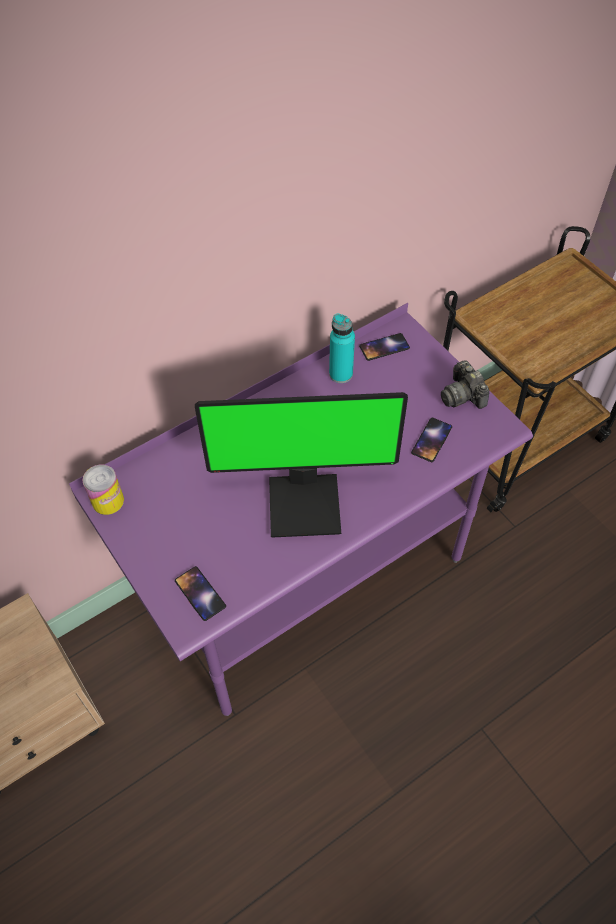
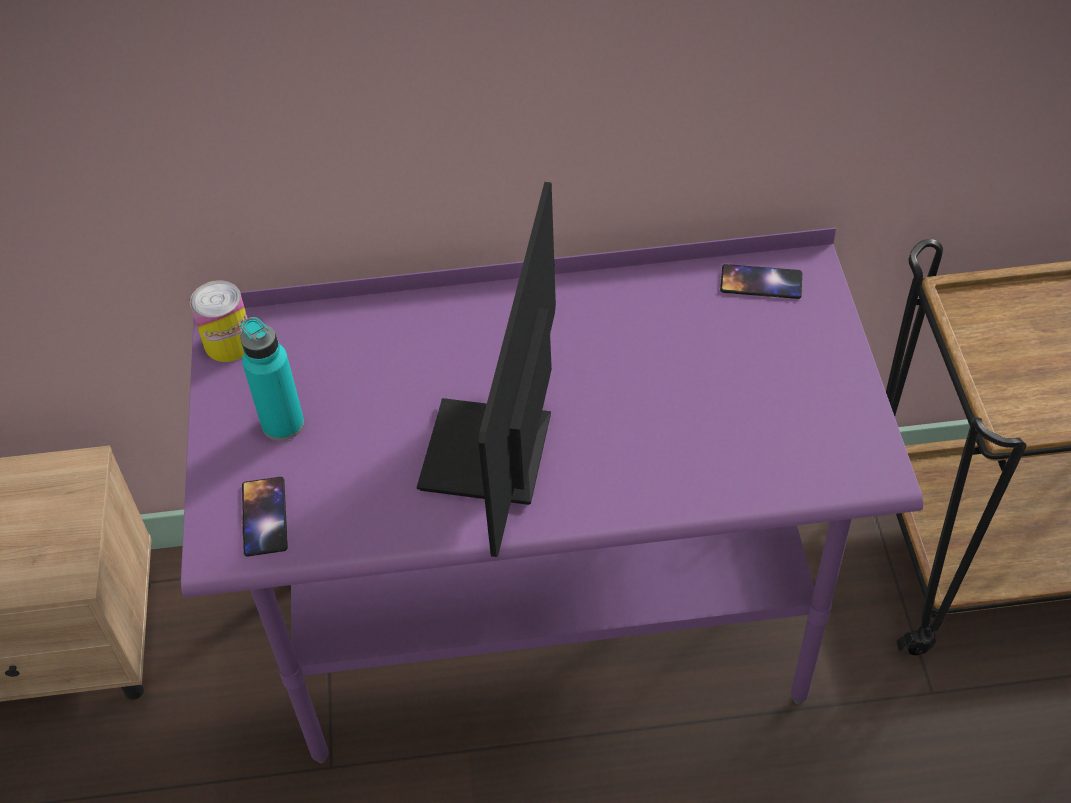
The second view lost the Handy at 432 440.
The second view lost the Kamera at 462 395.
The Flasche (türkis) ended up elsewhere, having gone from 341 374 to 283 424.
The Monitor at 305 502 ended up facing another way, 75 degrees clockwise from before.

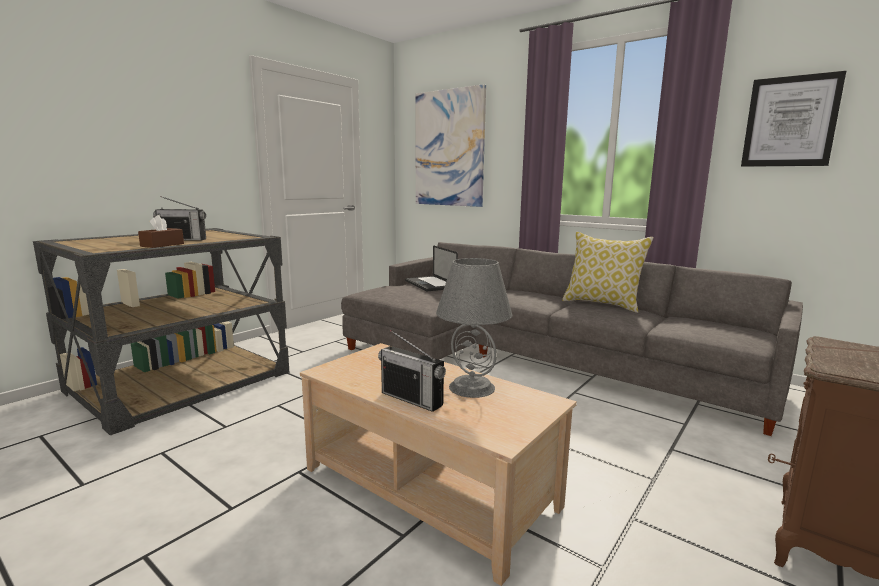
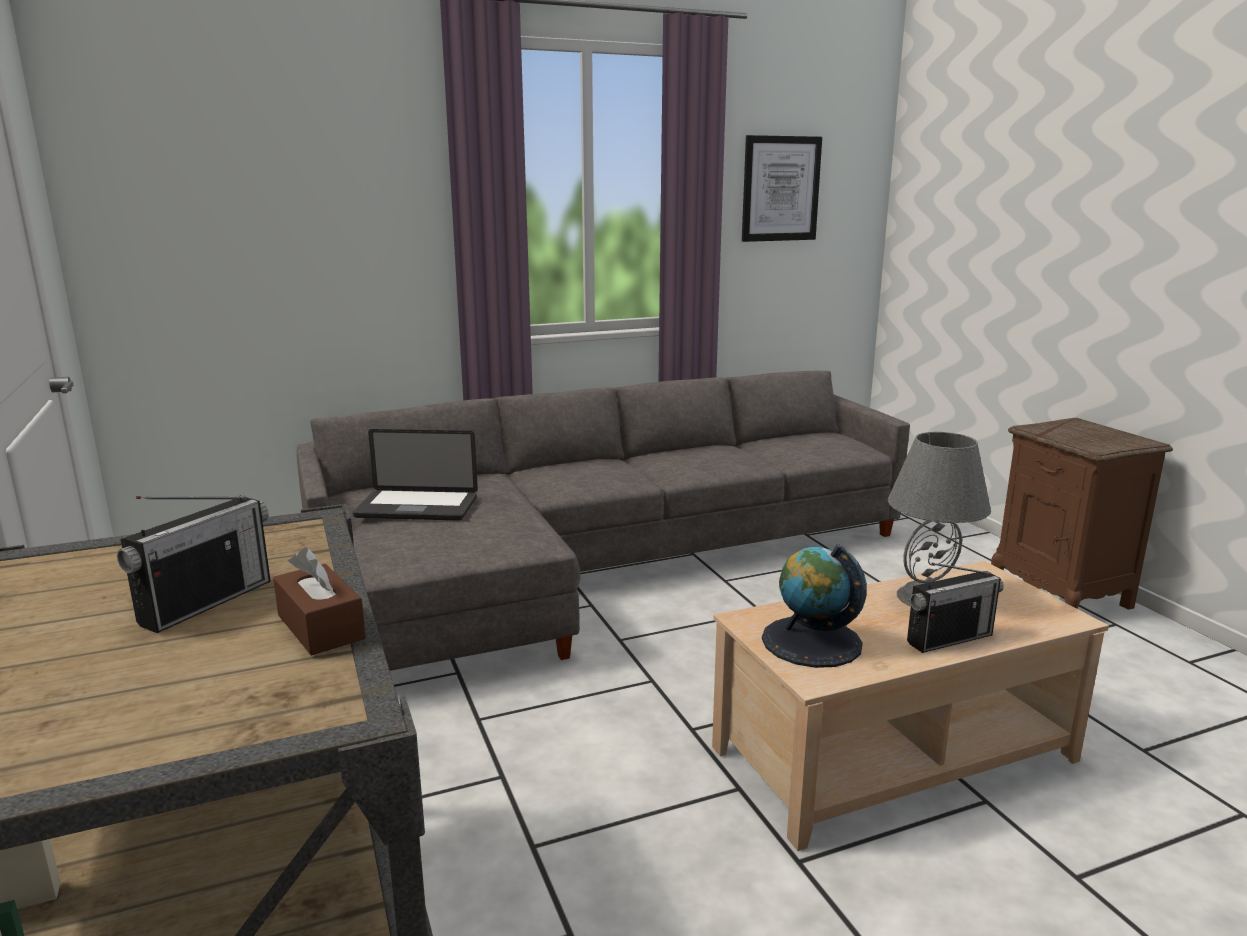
The second view lost the Bild at 449 148.
The second view lost the Kissen at 602 304.
The second view gained the Globus at 811 642.

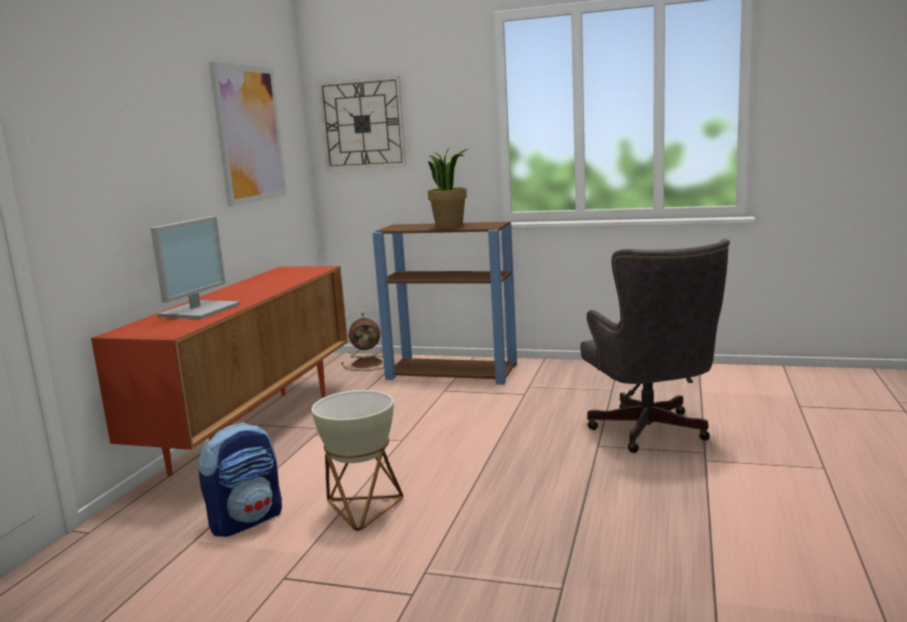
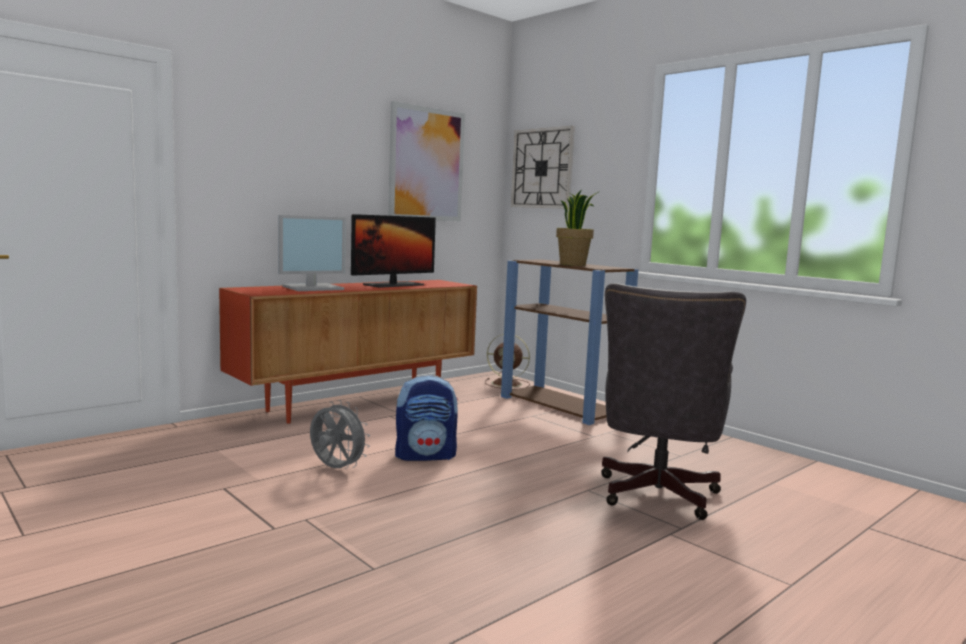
The second view gained the Monitor at 394 285.
The Rucksack ended up elsewhere, having gone from 247 520 to 426 456.
Where the Pflanzkübel stood at 362 510, the Ventilator (grau) came to stand at 336 469.

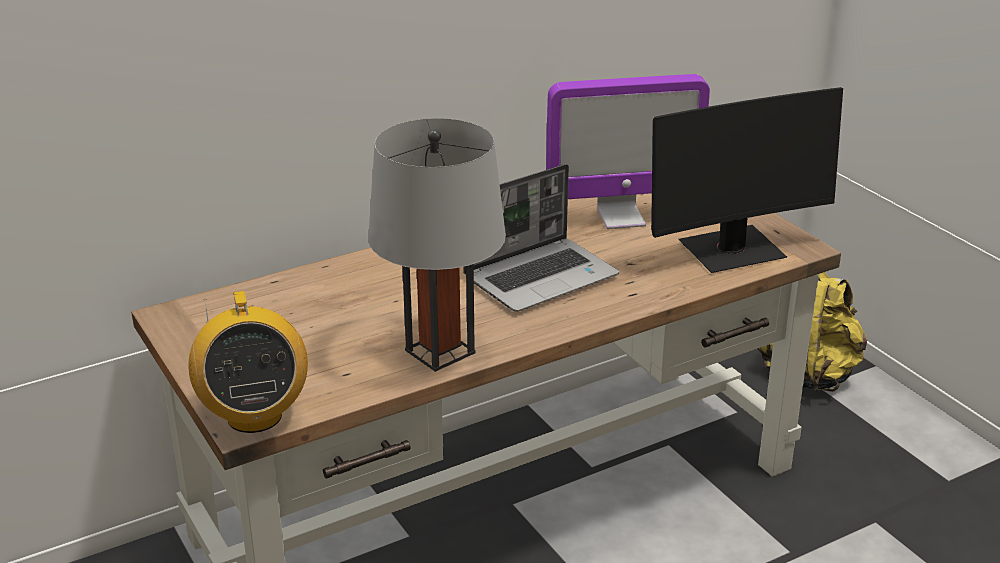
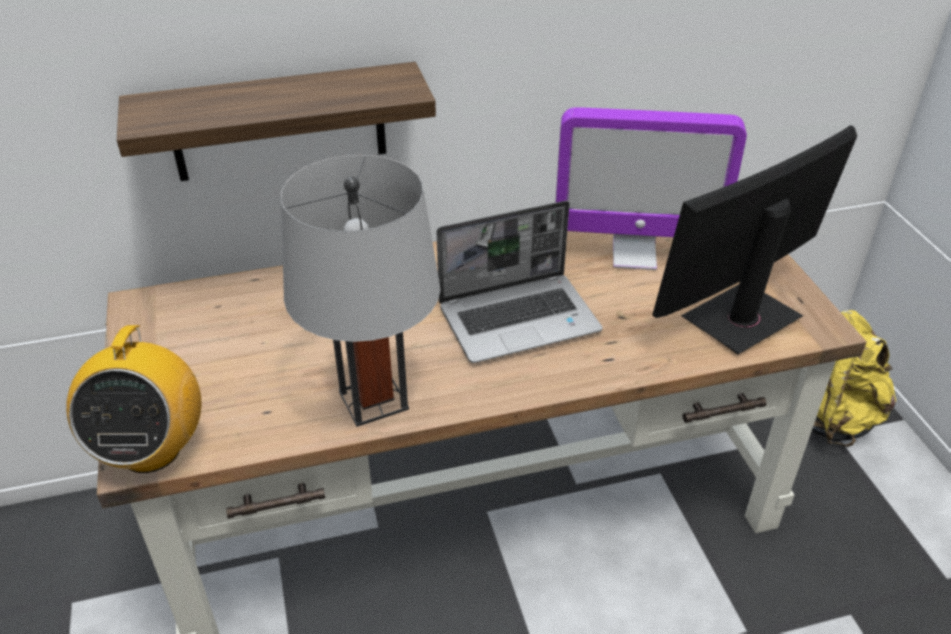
The second view gained the Wandregal at 278 123.
The Monitor at 732 251 ended up facing another way, 150 degrees clockwise from before.

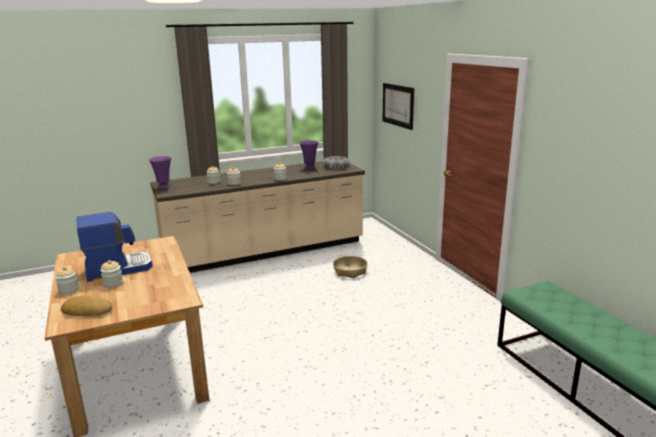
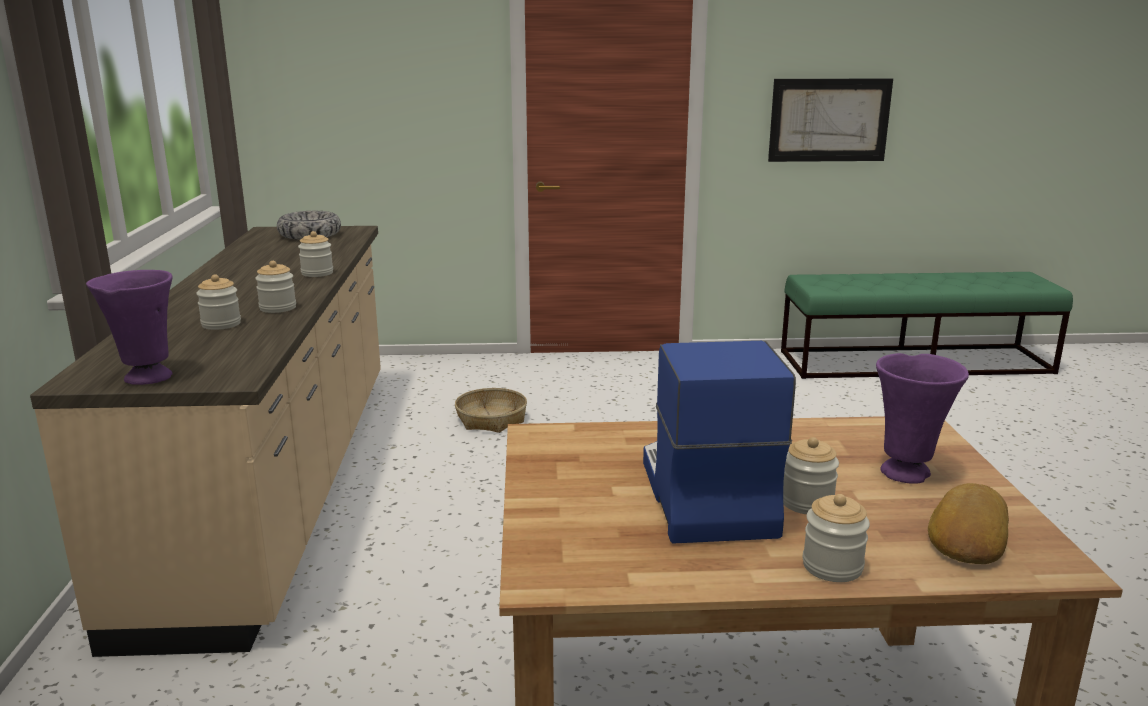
The Vase (lila) ended up elsewhere, having gone from 310 168 to 907 473.
The Bild ended up elsewhere, having gone from 397 105 to 829 120.

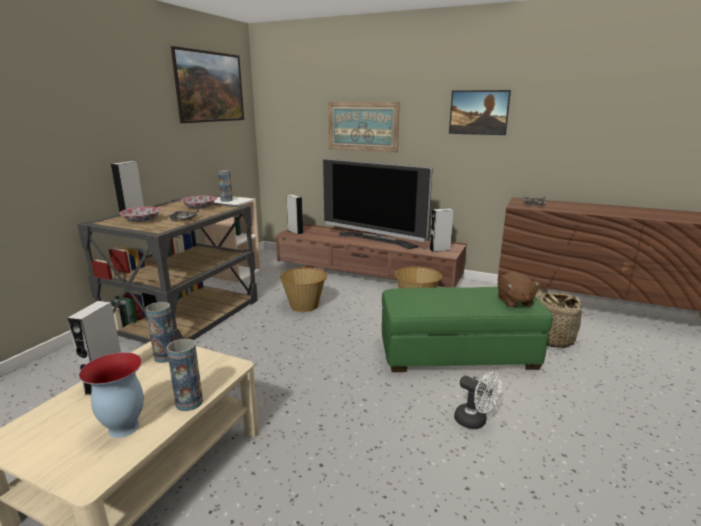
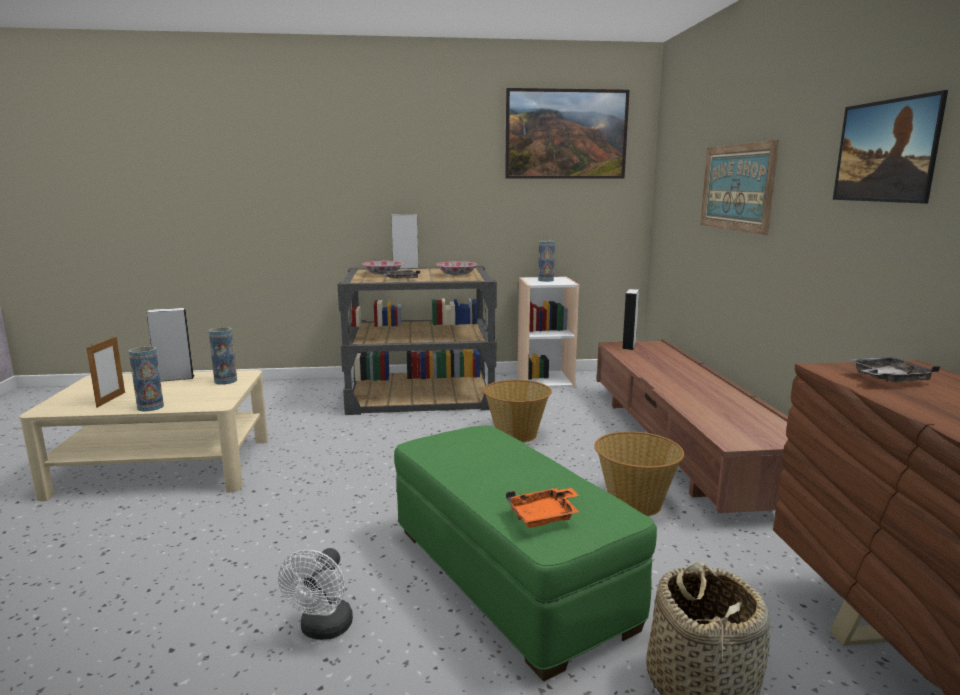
The second view lost the Fernseher at 376 240.
The second view lost the Lautsprecher (grau) at 439 249.
Where the Vase stood at 122 428, the Bilderrahmen came to stand at 111 399.
Where the Plüschtier (braun) stood at 514 302, the Tablett (orange) came to stand at 544 516.

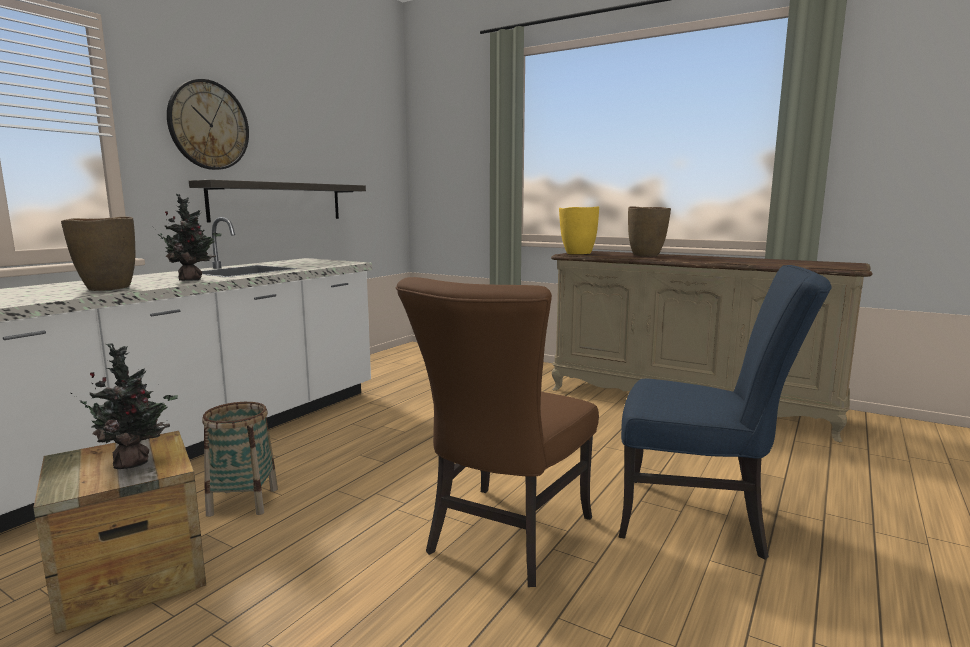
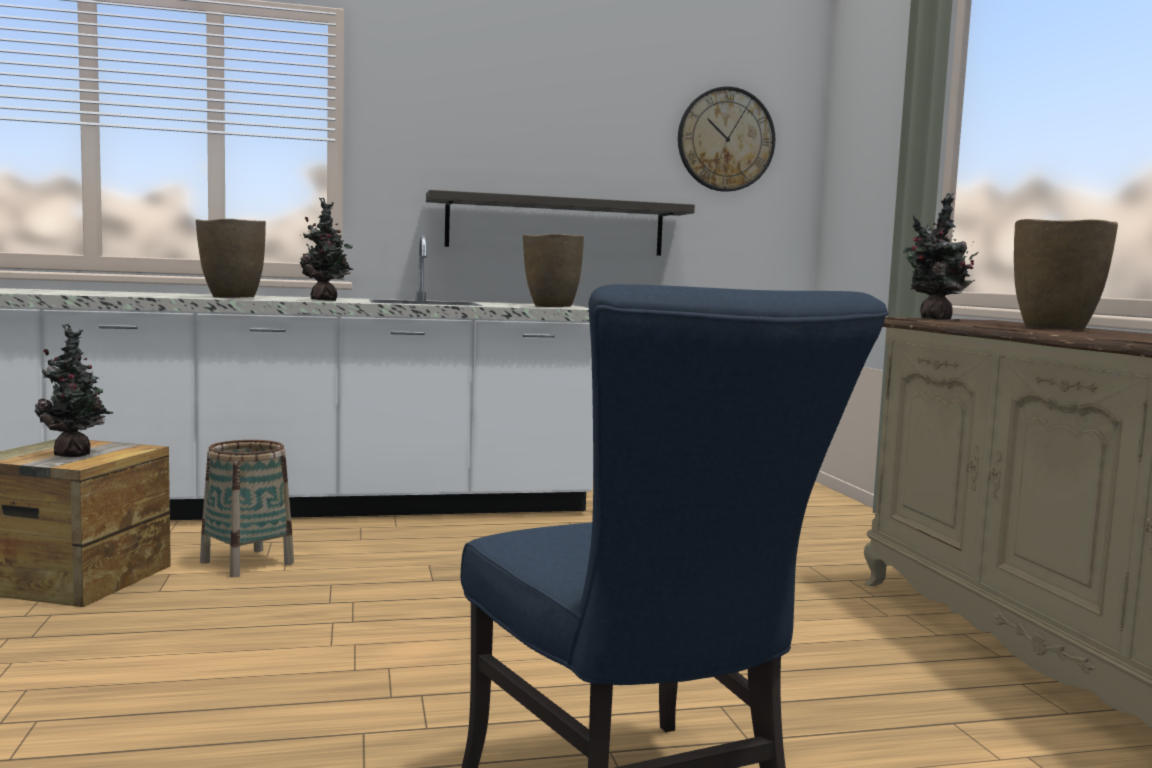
The second view lost the Stuhl (braun) at 504 538.
The second view gained the Vase (braun) at 551 306.
The Wanduhr ended up elsewhere, having gone from 208 125 to 725 139.
Where the Vase (gelb) stood at 577 253, the Topfpflanze came to stand at 934 319.

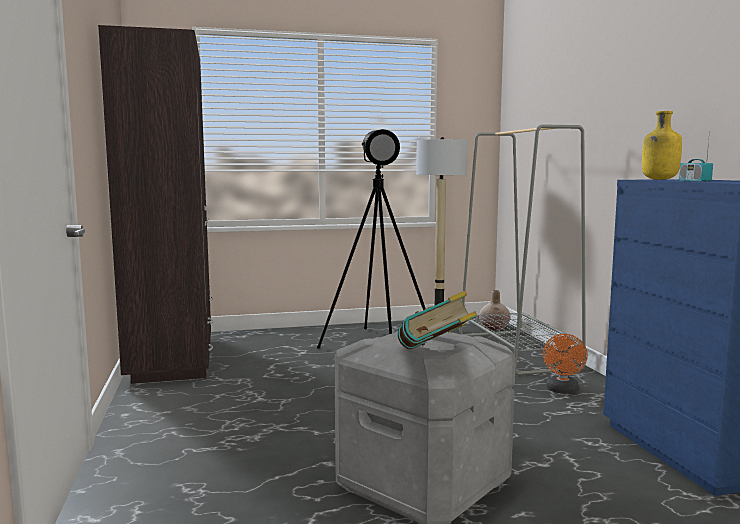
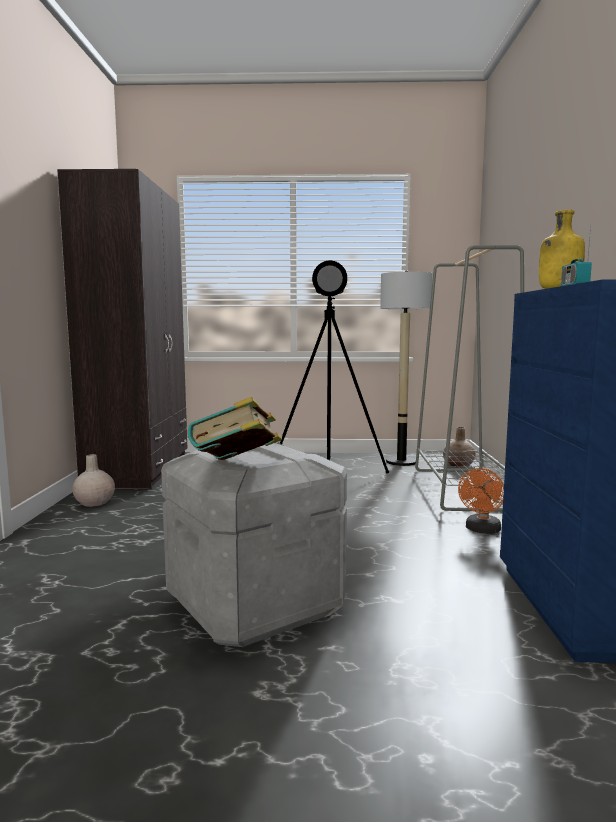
The second view gained the Vase (beige) at 94 503.

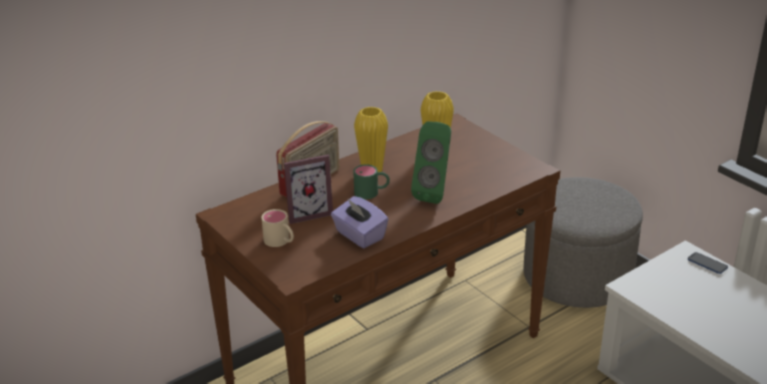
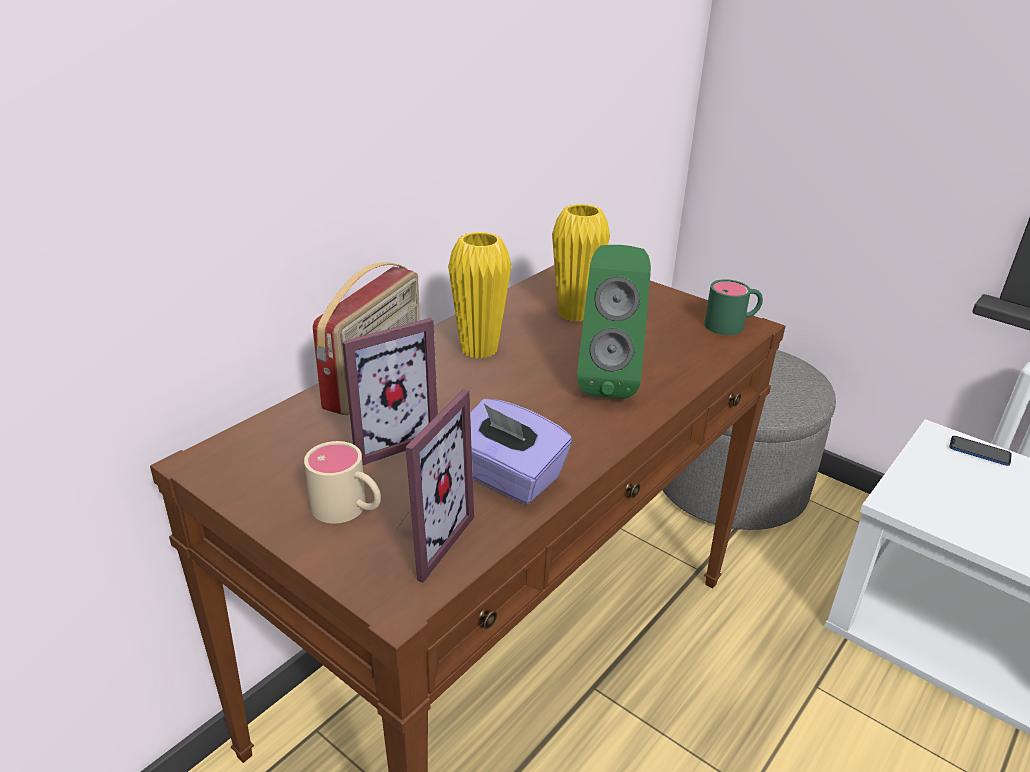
The second view gained the Bilderrahmen at 423 539.
The Henkelbecher (grün) ended up elsewhere, having gone from 372 192 to 732 325.

